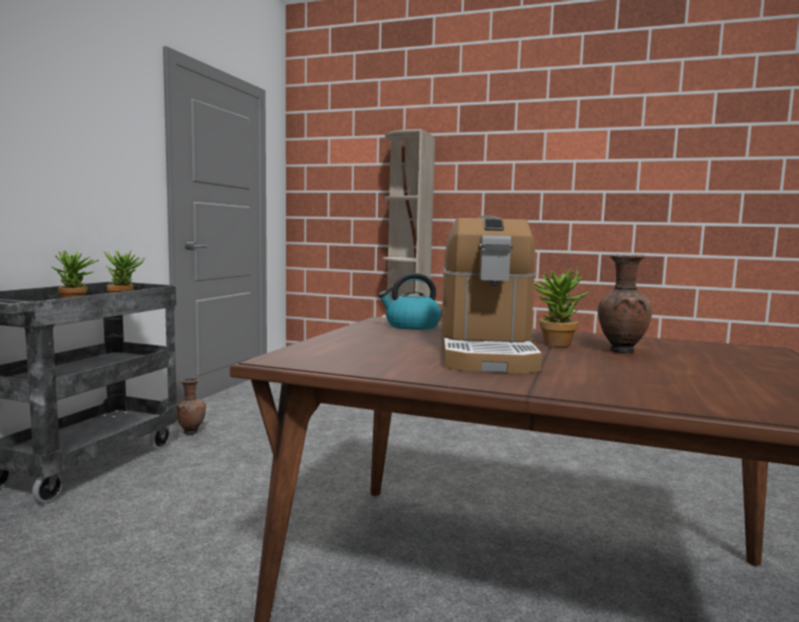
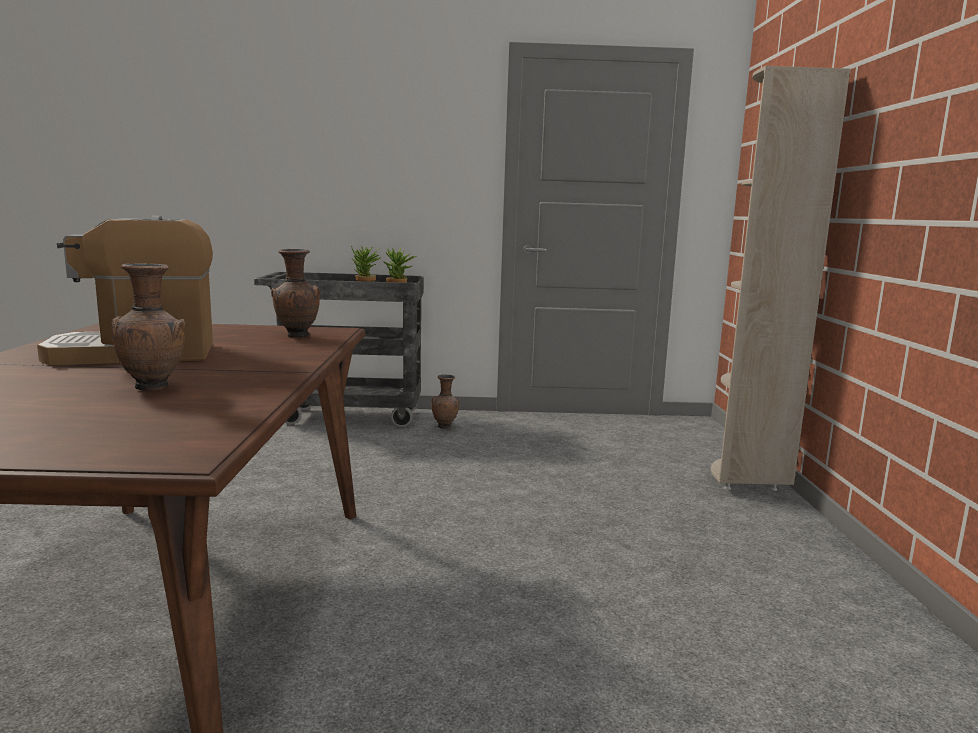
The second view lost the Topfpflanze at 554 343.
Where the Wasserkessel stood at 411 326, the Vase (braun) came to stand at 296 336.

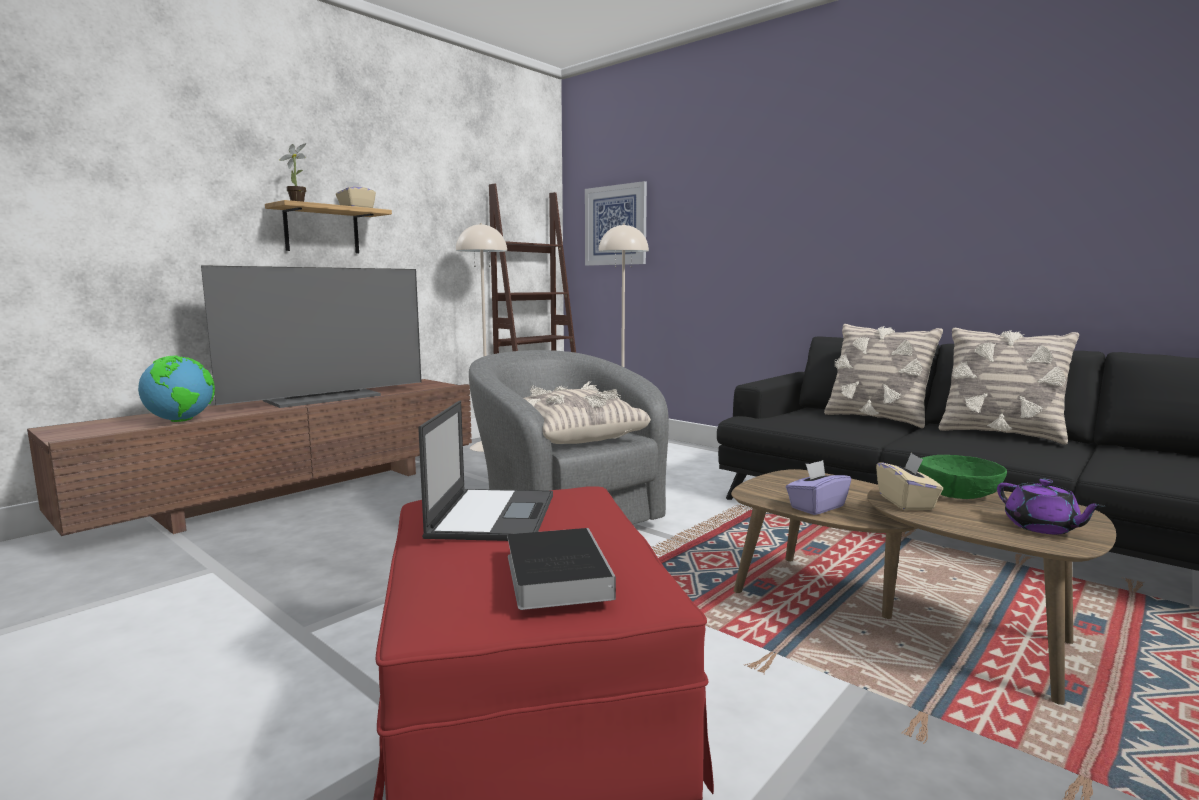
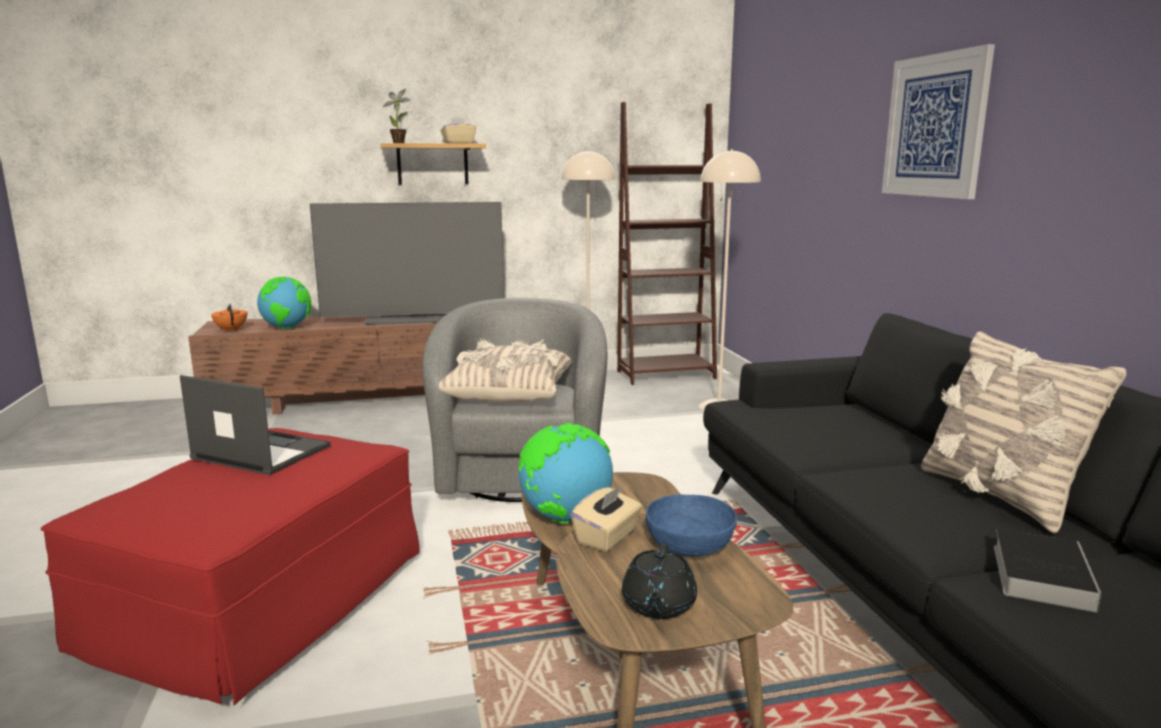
The second view lost the Kissen (beige) at 876 419.
The second view gained the Teekanne (orange) at 231 330.
The Buch ended up elsewhere, having gone from 555 573 to 1040 574.
The Bild ended up elsewhere, having gone from 615 225 to 935 126.
Where the Taschentuchbox (lila) stood at 816 507, the Globus came to stand at 564 518.
What was the Schüssel (grün) at 957 493 turned into the Schüssel (blau) at 689 545.
What was the Teekanne (lila) at 1042 527 turned into the Teekanne (schwarz) at 658 605.
The Laptop at 493 514 ended up facing another way, 105 degrees counterclockwise from before.

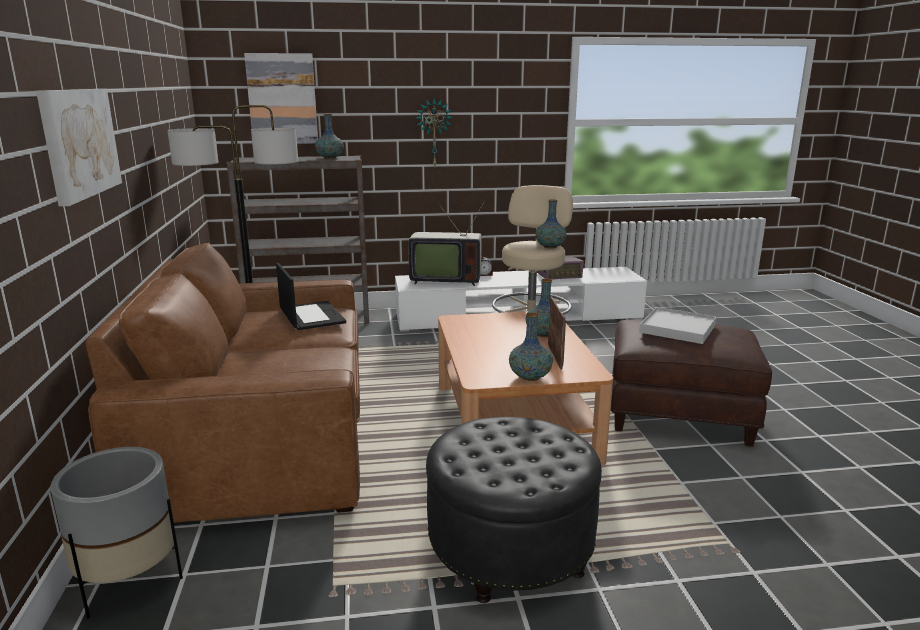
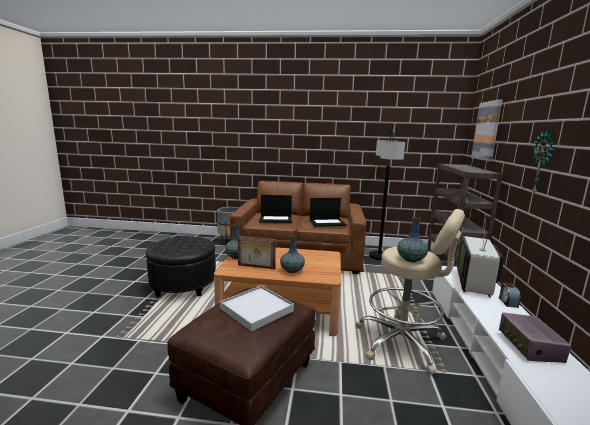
The second view lost the Bild at 79 142.
The second view lost the Vase at 329 158.
The second view gained the Laptop at 276 219.

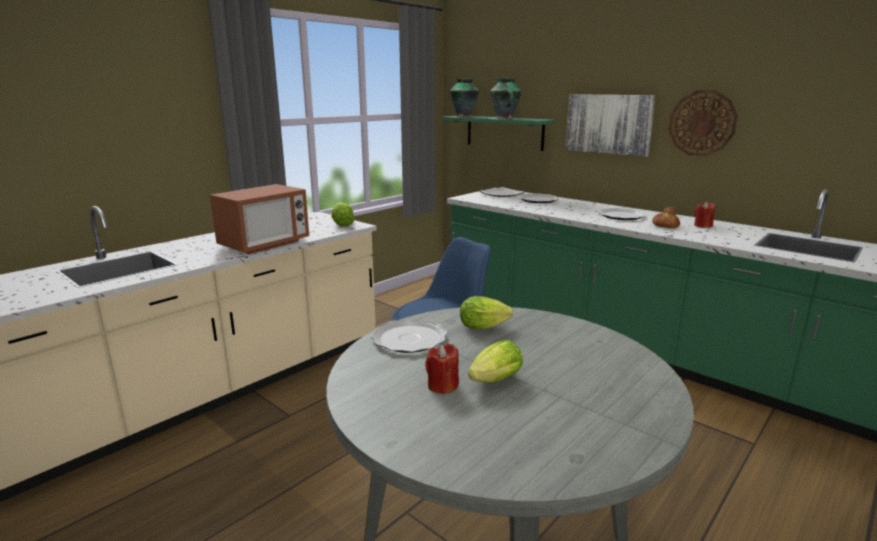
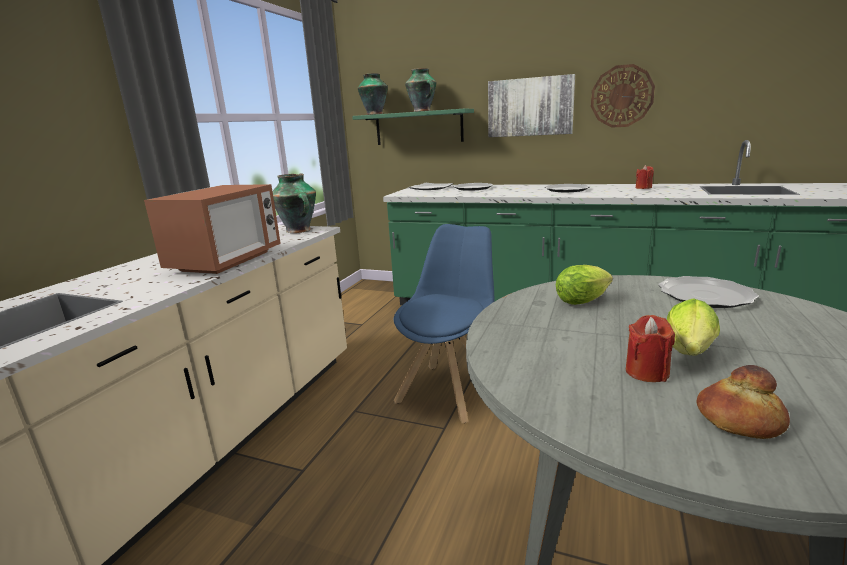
The Teller ended up elsewhere, having gone from 409 339 to 706 295.
The Brot ended up elsewhere, having gone from 665 226 to 738 420.
Where the Salatkopf stood at 342 224, the Vase came to stand at 299 231.

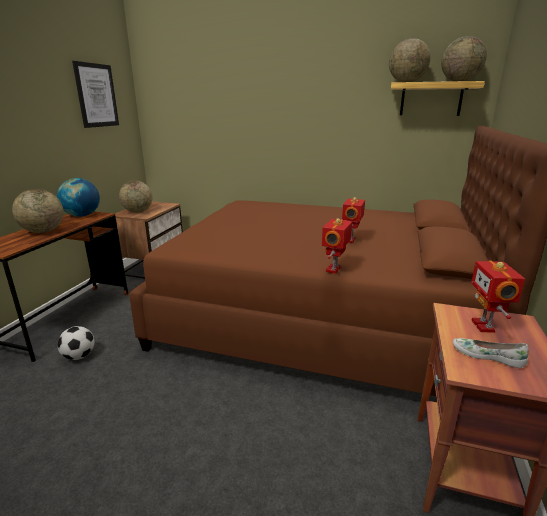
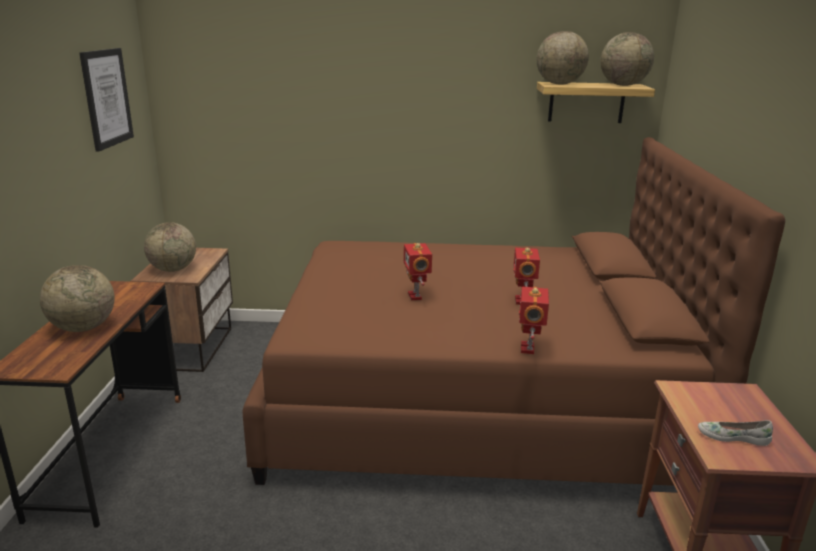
The second view lost the Globus at 82 215.
The second view lost the Fußball at 79 356.
The Spielzeugroboter ended up elsewhere, having gone from 484 326 to 416 296.

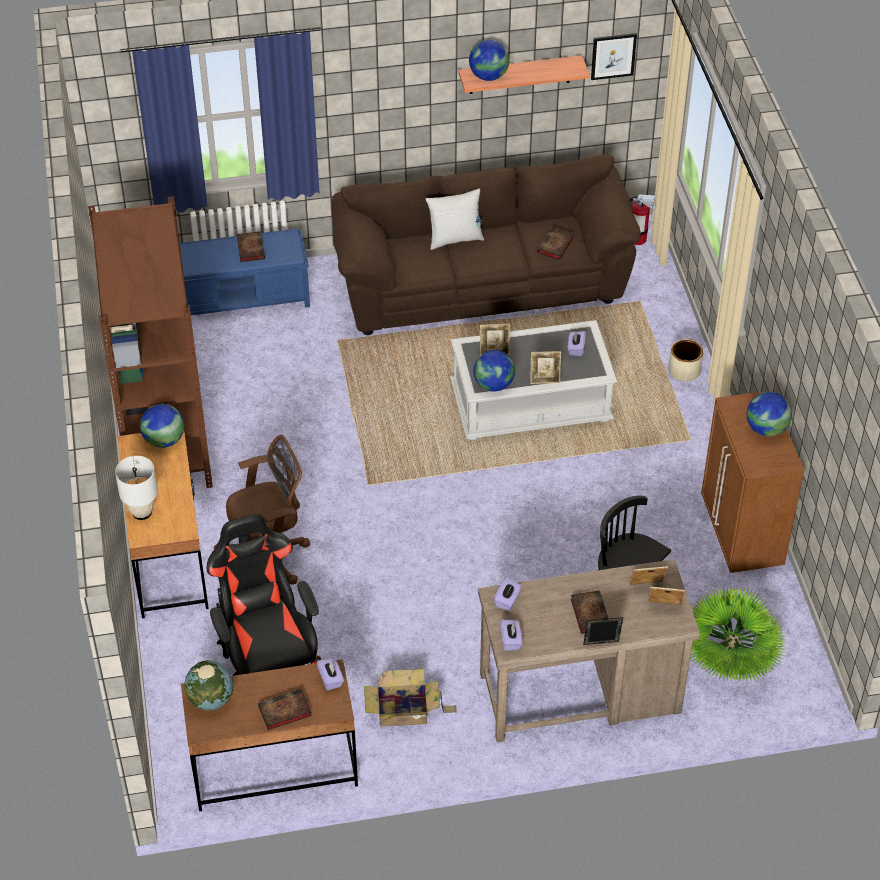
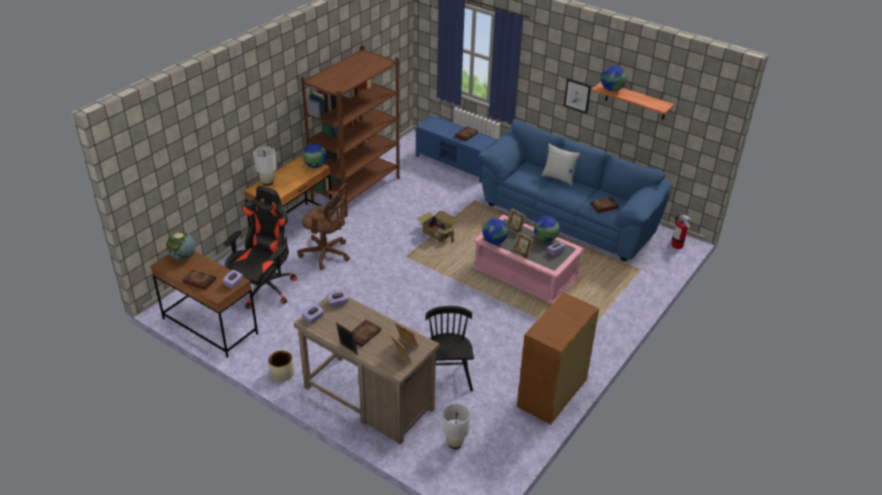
The Karton ended up elsewhere, having gone from 405 712 to 437 234.
The Bild ended up elsewhere, having gone from 613 56 to 577 95.
The Pflanzkübel (beige) ended up elsewhere, having gone from 684 371 to 282 374.
The Globus ended up elsewhere, having gone from 766 429 to 545 239.
Where the Topfpflanze stood at 729 665, the Tischlampe (weiß) came to stand at 455 444.
What was the Sofa (braun) at 481 289 turned into the Sofa (blau) at 567 219.
What was the Couchtisch (weiß) at 532 401 turned into the Couchtisch (rosa) at 526 273.

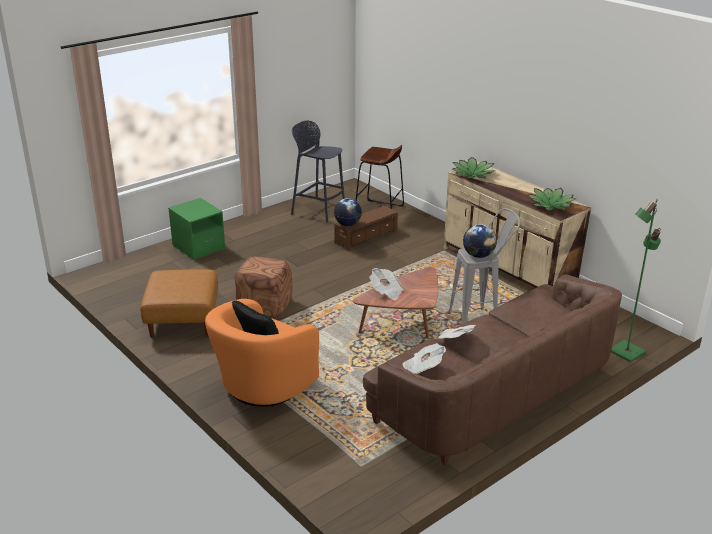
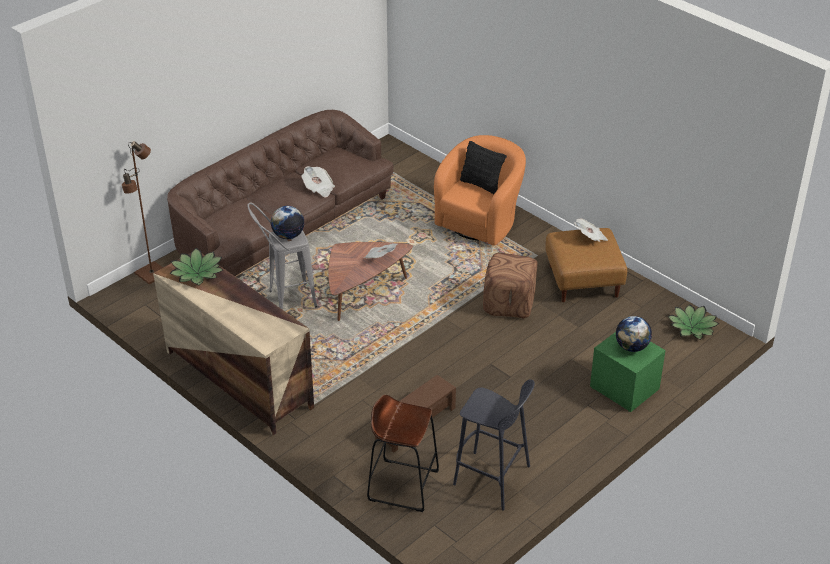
The Globus ended up elsewhere, having gone from 348 224 to 631 347.
The Zeitung ended up elsewhere, having gone from 423 368 to 590 238.
The Topfpflanze ended up elsewhere, having gone from 472 174 to 692 327.
What was the Stehlampe (grün) at 627 352 turned into the Stehlampe (braun) at 151 273.

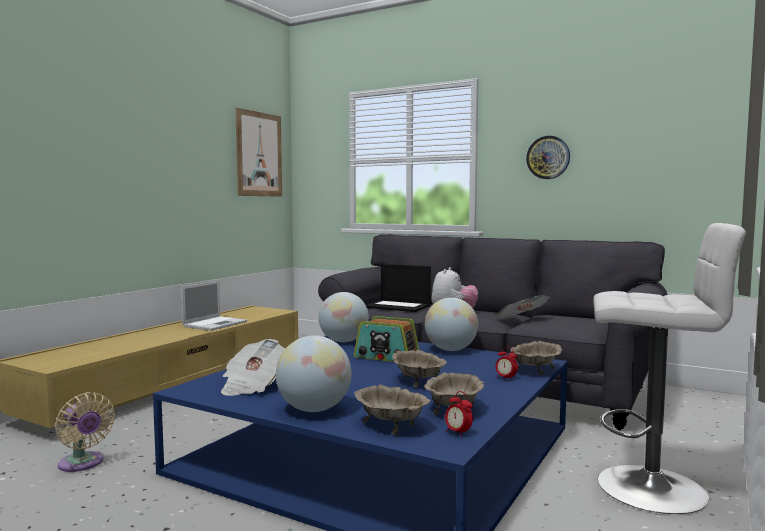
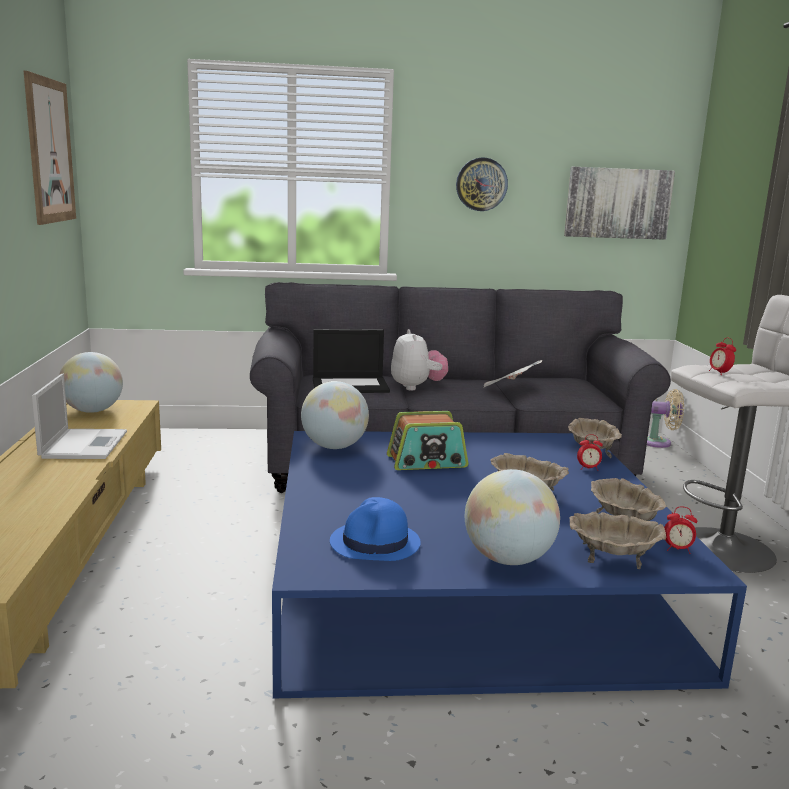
The second view gained the Bild at 617 203.
The second view gained the Wecker at 719 373.
The Ventilator (beige) ended up elsewhere, having gone from 82 464 to 659 442.
The Globus ended up elsewhere, having gone from 451 350 to 93 411.
Where the Zeitung stood at 253 386, the Hut (blau) came to stand at 375 543.

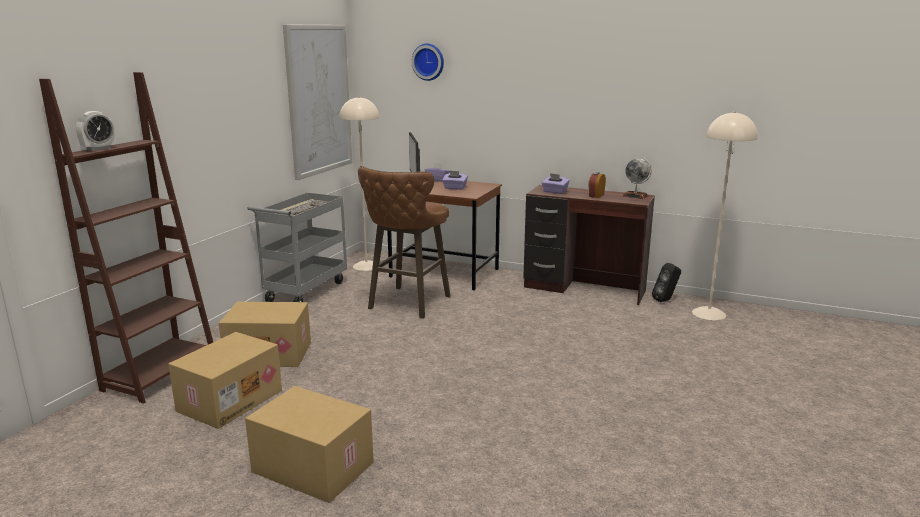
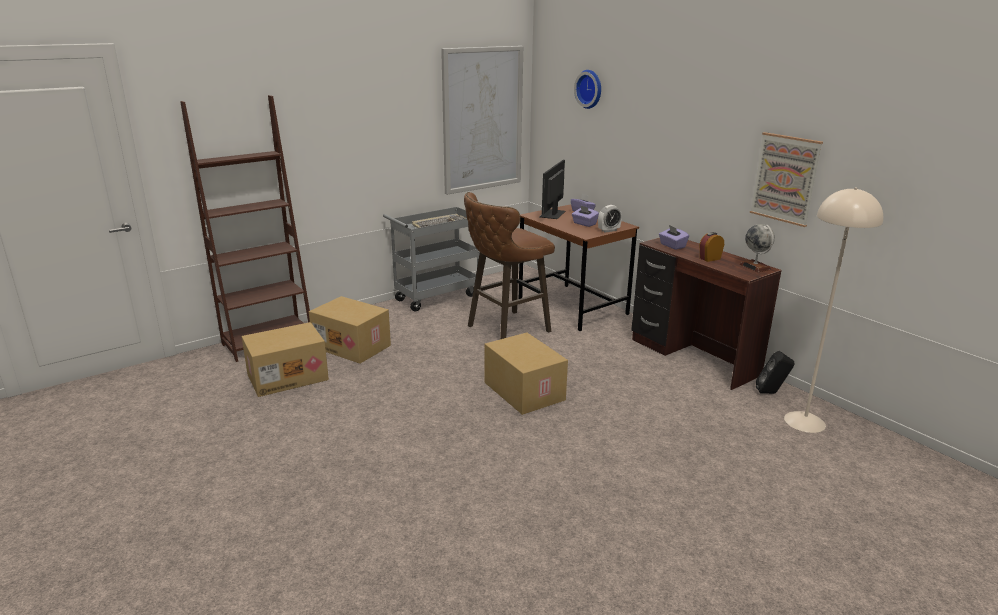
The second view lost the Stehlampe (beige) at 366 266.
The second view gained the Bild at 785 178.
The Wecker ended up elsewhere, having gone from 98 149 to 609 230.
The Karton ended up elsewhere, having gone from 311 468 to 522 391.

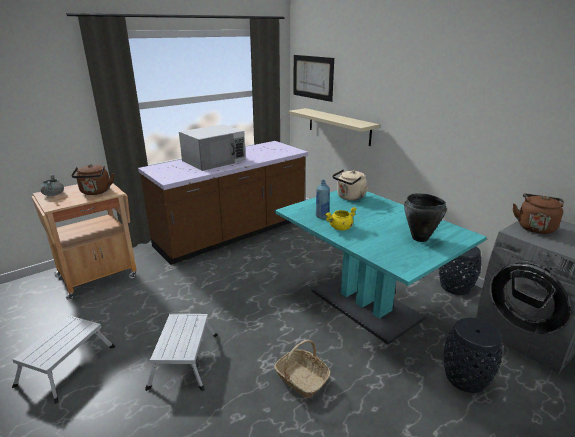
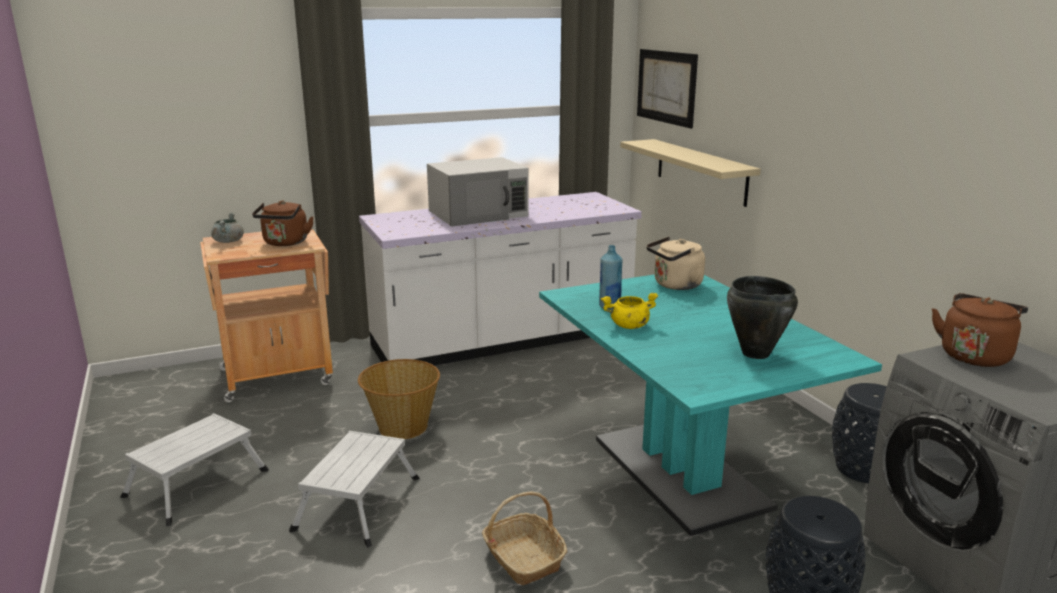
The second view gained the Korb at 402 427.
What was the Küchenzeile (braun) at 233 234 turned into the Küchenzeile (weiß) at 503 341.

